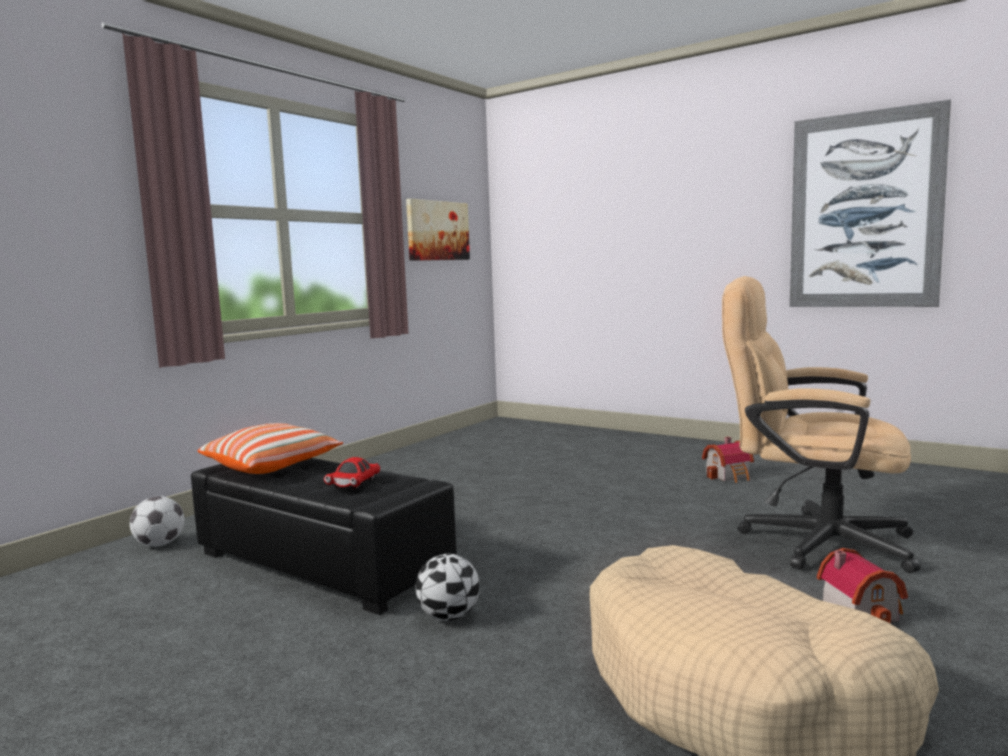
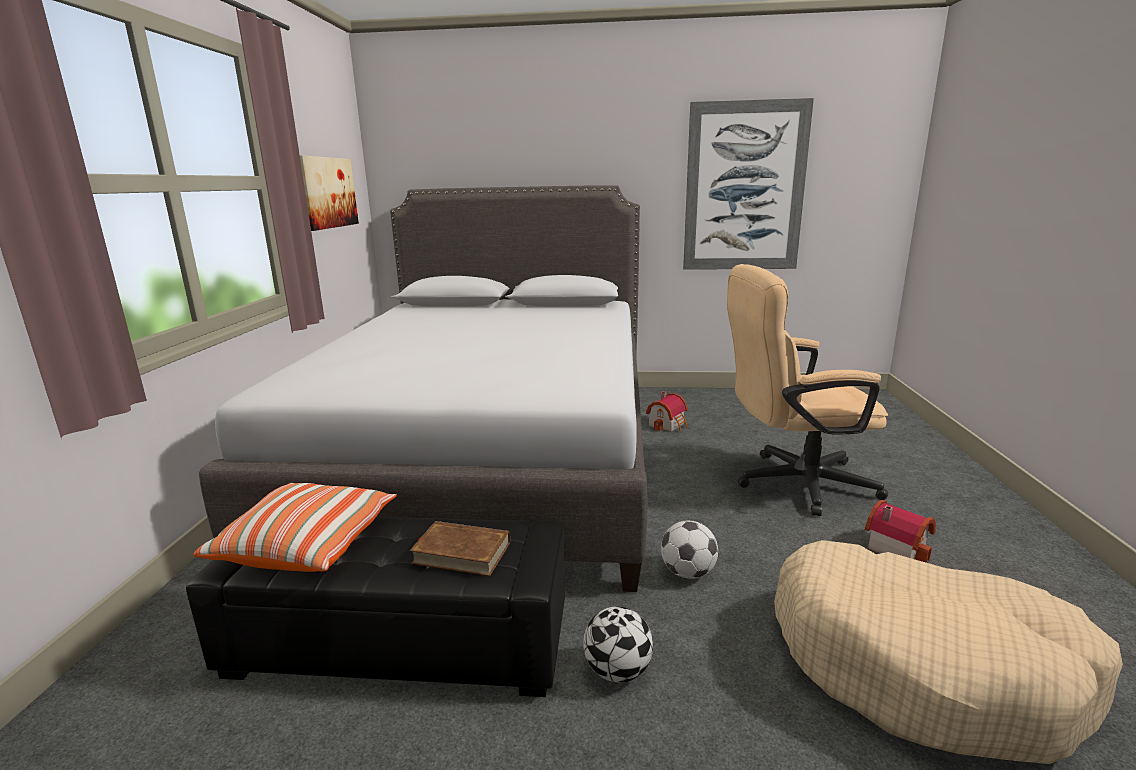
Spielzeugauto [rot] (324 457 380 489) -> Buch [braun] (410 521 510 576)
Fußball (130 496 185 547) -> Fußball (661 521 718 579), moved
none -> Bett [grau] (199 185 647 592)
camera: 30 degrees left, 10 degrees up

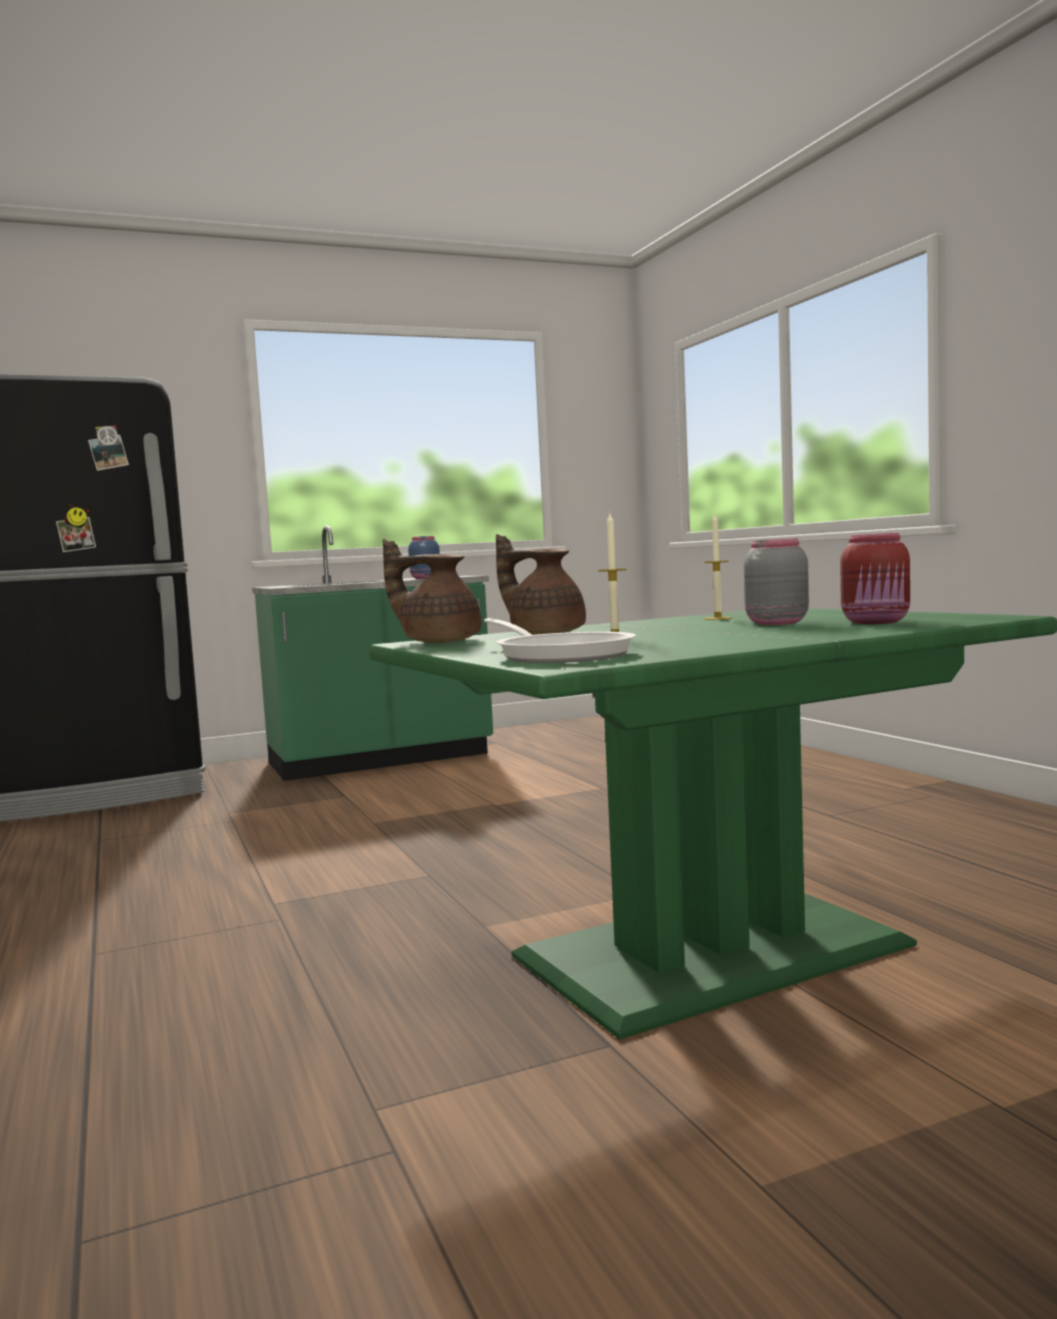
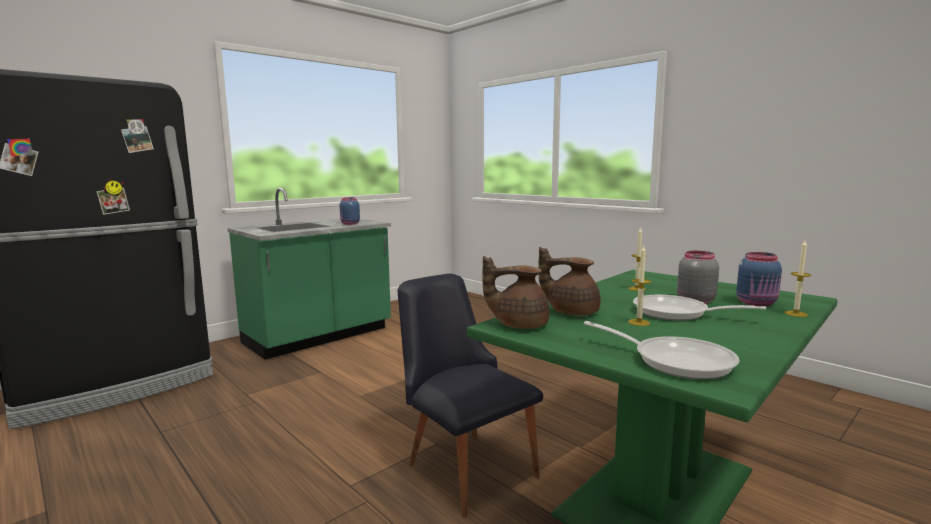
Vorratsglas [rot] (840 533 910 624) -> Vorratsglas [blau] (736 252 782 306)
none -> Kerze (784 241 811 317)
none -> Stuhl [schwarz] (398 274 543 518)
none -> Pfanne (633 295 766 321)
camera: 20 degrees left, 5 degrees up

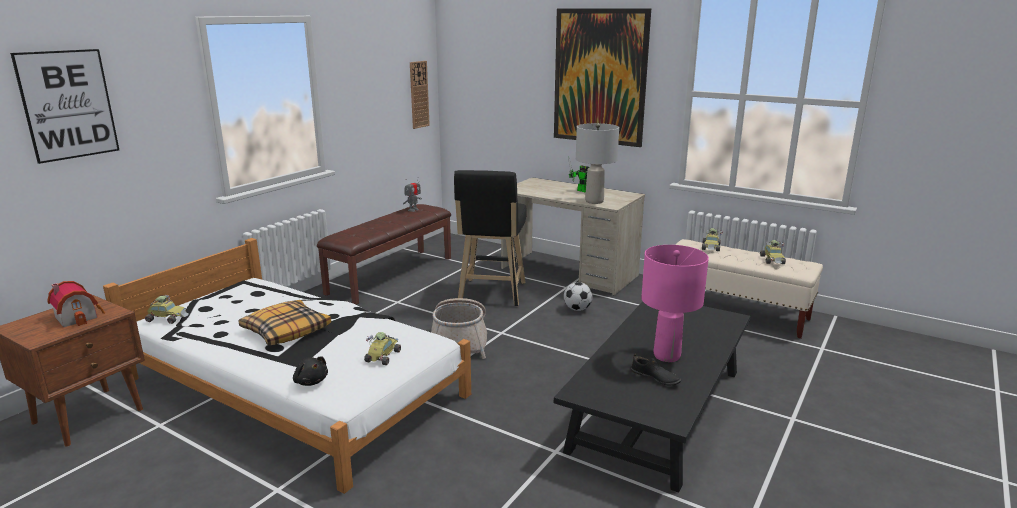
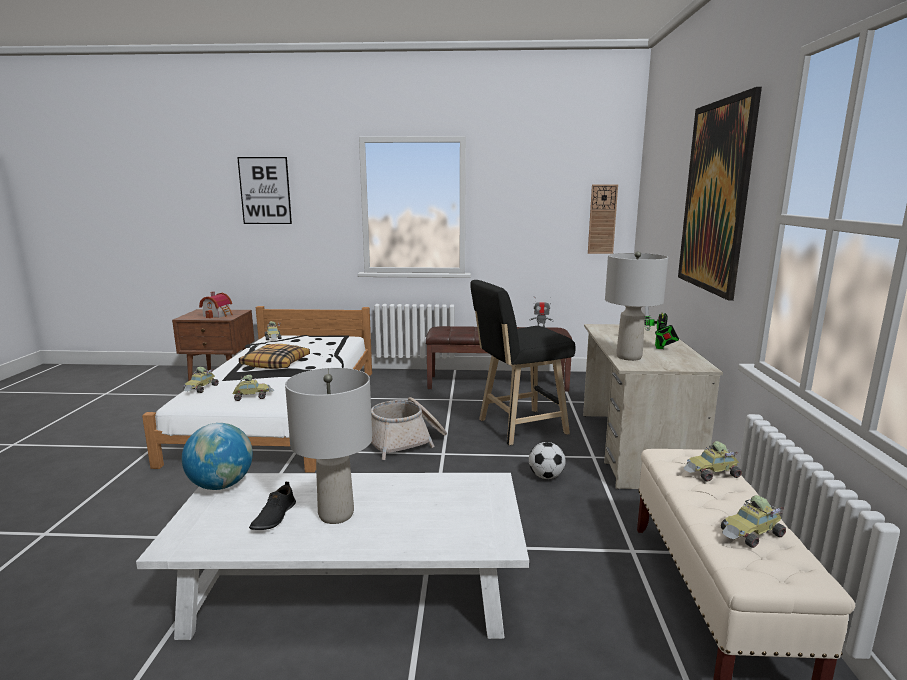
Tischlampe [rosa] (641 245 709 362) -> Tischlampe [grau] (285 368 372 524)
Couchtisch [schwarz] (554 301 750 492) -> Couchtisch [weiß] (136 473 529 640)
Plüschtier [schwarz] (293 356 328 386) -> Spielzeugauto (183 367 219 393)
none -> Globus (182 423 253 490)
camera: 60 degrees right, 5 degrees down

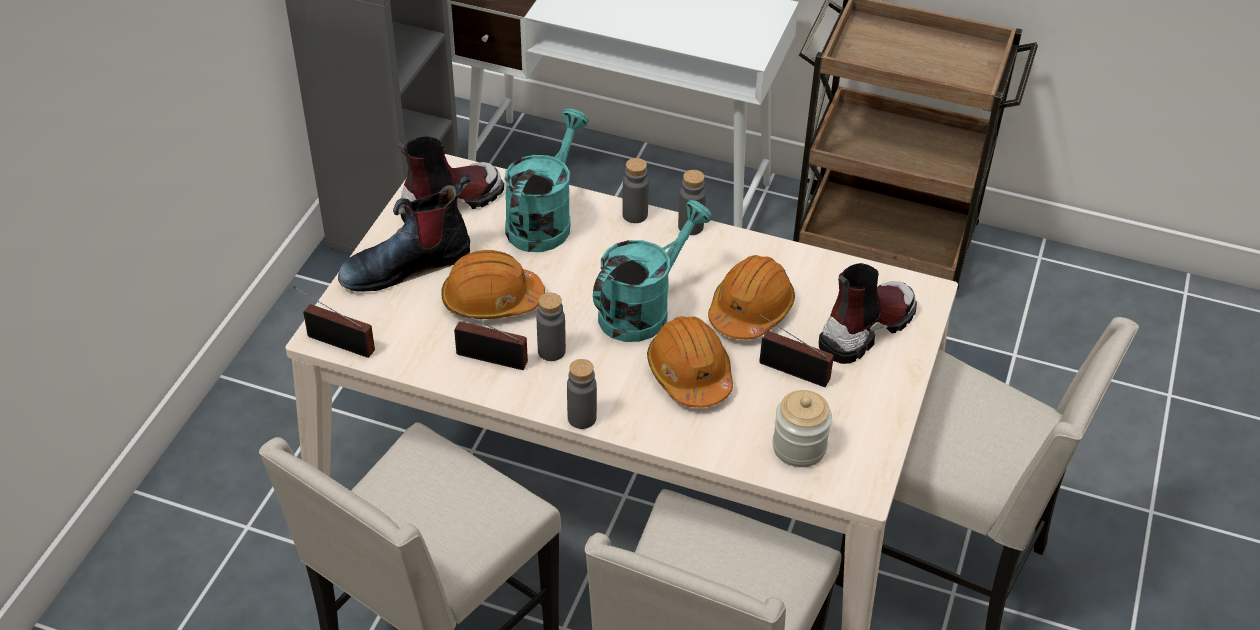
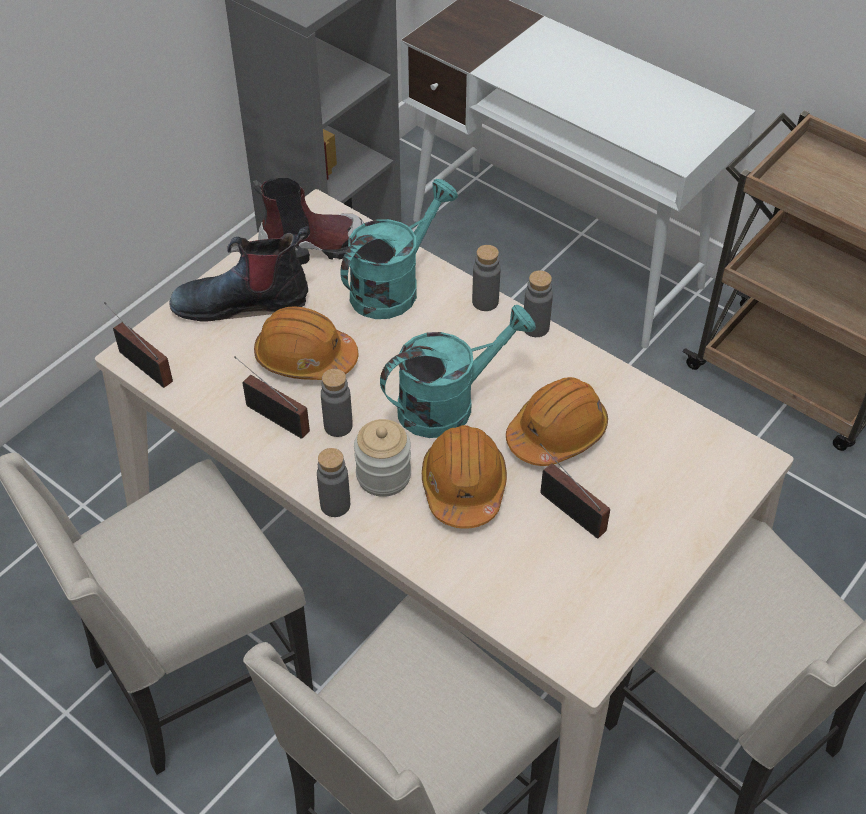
Stiefel (819 263 917 364) -> none
Vorratsglas (772 390 832 467) -> Vorratsglas (354 419 411 497), moved
camera: 20 degrees right, 5 degrees up

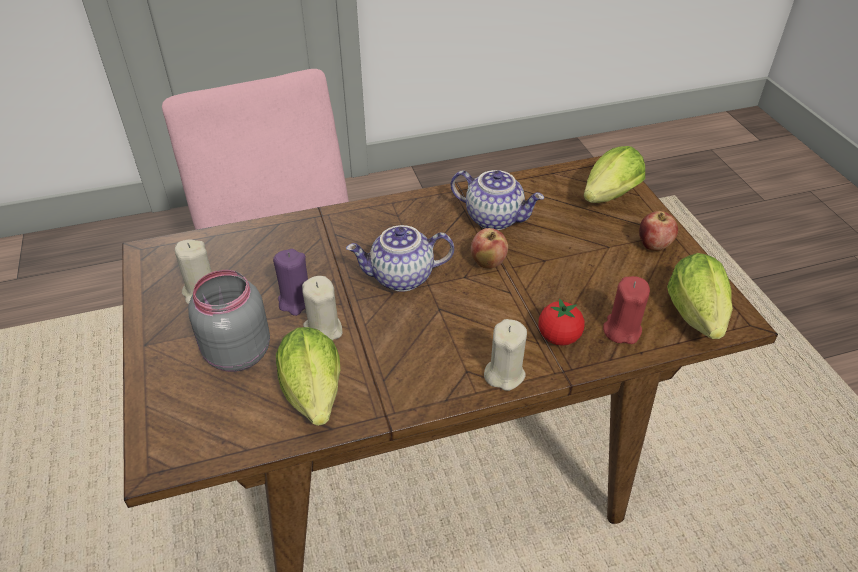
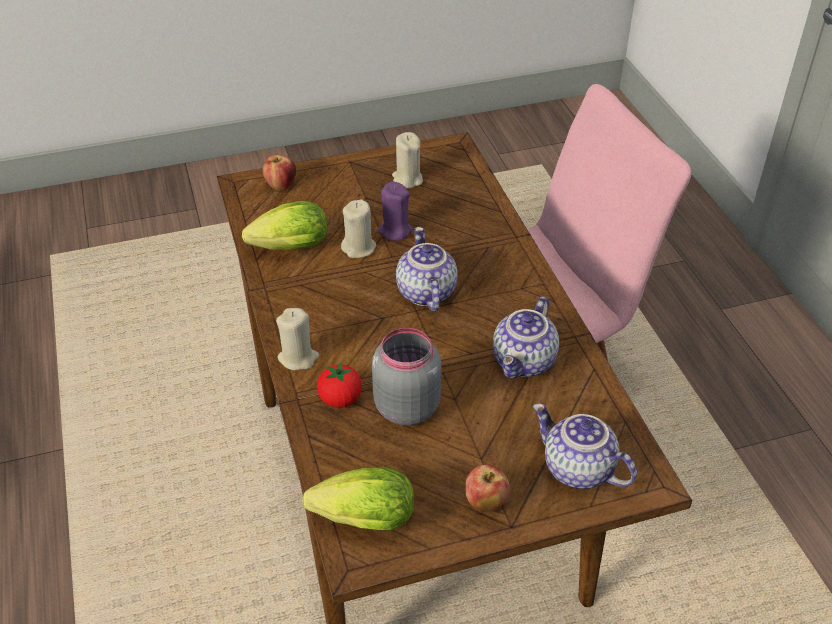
Salatkopf (584 146 645 203) -> Teekanne (533 404 637 489)
Apfel (471 228 508 269) -> Apfel (262 155 296 190), moved
Vorratsglas [grau] (188 270 270 372) -> Vorratsglas [grau] (372 328 441 426), moved
Kerze [rot] (603 276 650 344) -> none
camera: 90 degrees right, 0 degrees up

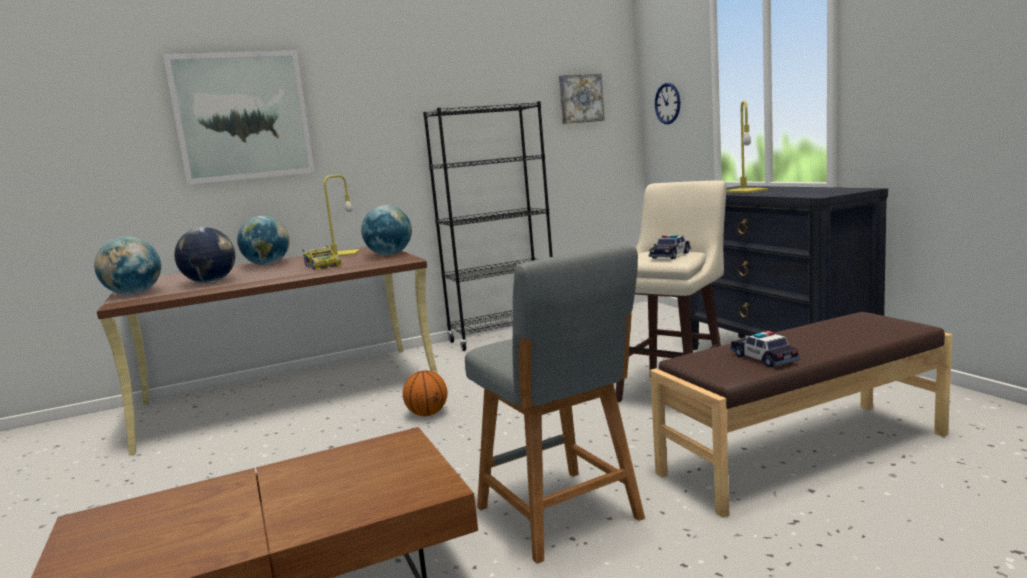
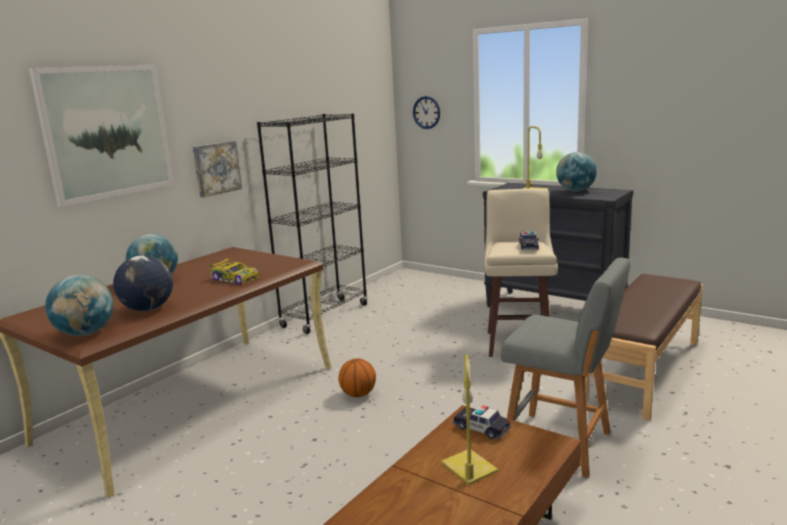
Bild (559 73 605 124) -> Bild (193 141 242 197), moved
Tischlampe [gelb] (324 175 360 256) -> Tischlampe [gelb] (441 354 498 485), moved
Globus (361 205 412 255) -> Globus (556 152 597 192), moved
Spielzeugauto (730 331 800 367) -> Spielzeugauto (453 405 511 439), moved
camera: 30 degrees left, 5 degrees up

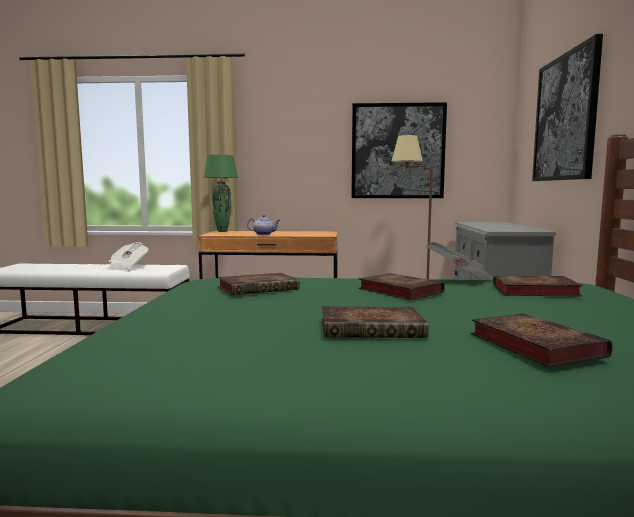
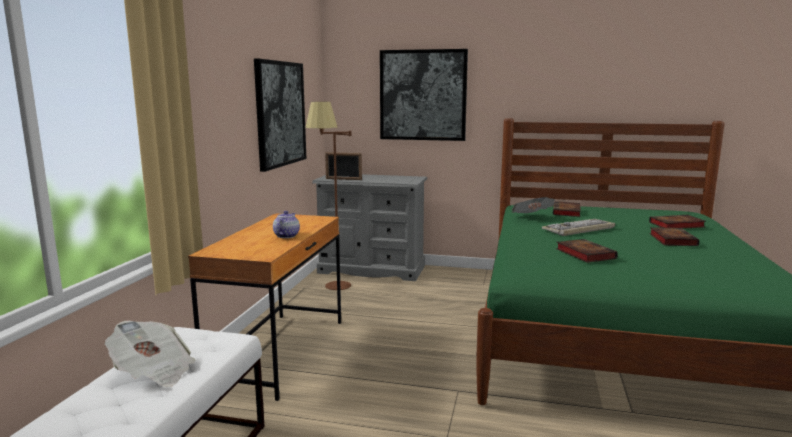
Tischlampe [grün] (203 155 238 232) -> none
Buch (359 273 444 300) -> Tastatur (542 219 615 236)
none -> Bilderrahmen (325 152 362 180)
camera: 80 degrees left, 5 degrees up

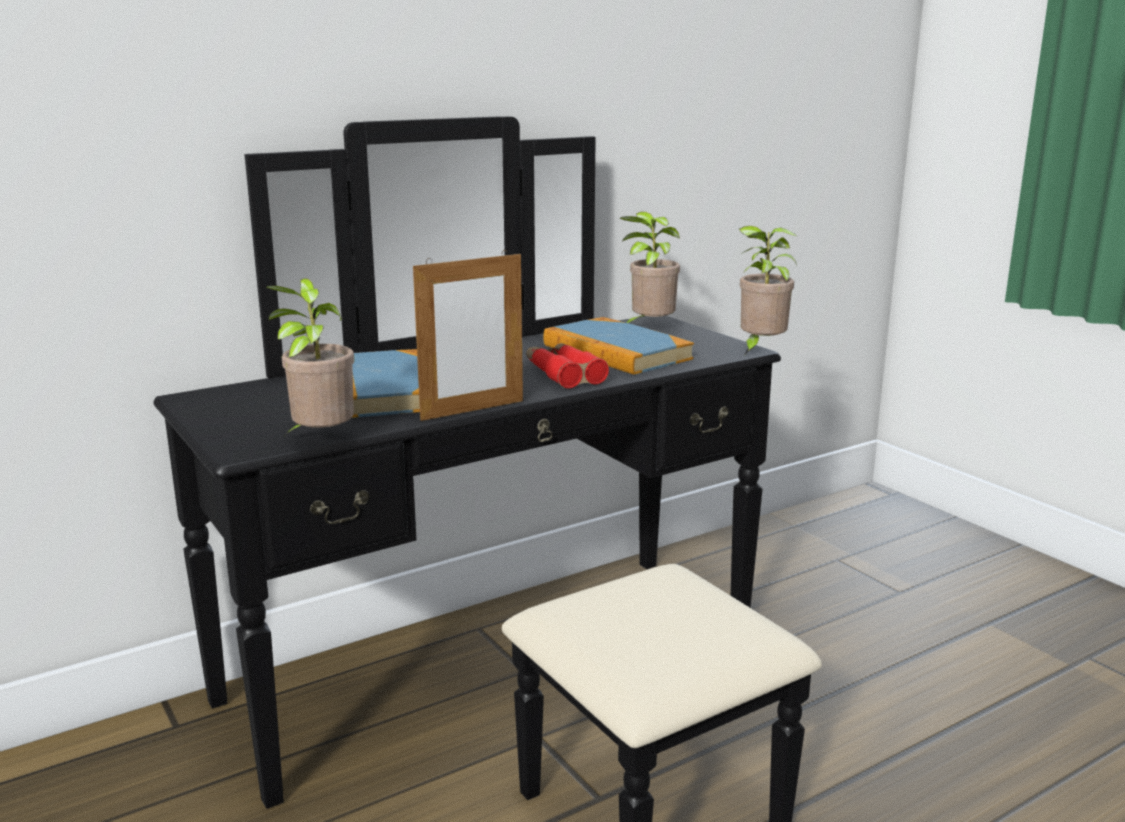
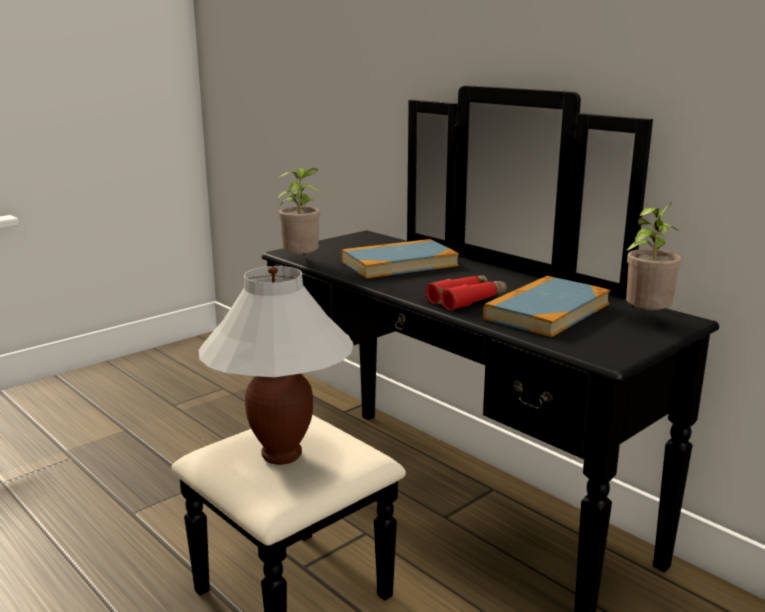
Topfpflanze (739 226 798 354) -> none
Bilderrahmen (413 250 523 421) -> none
none -> Tischlampe [weiß] (198 266 354 465)
camera: 80 degrees right, 0 degrees up

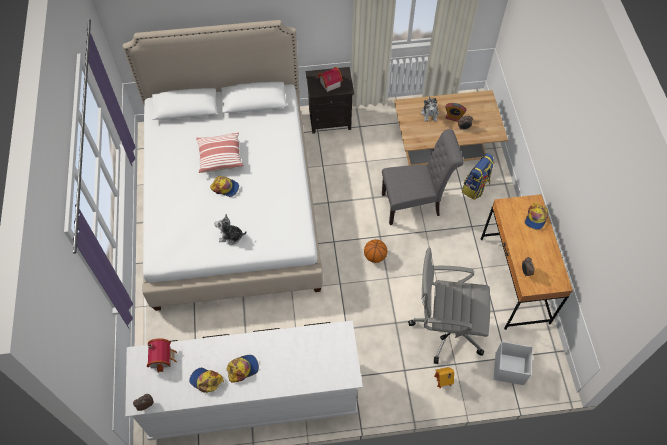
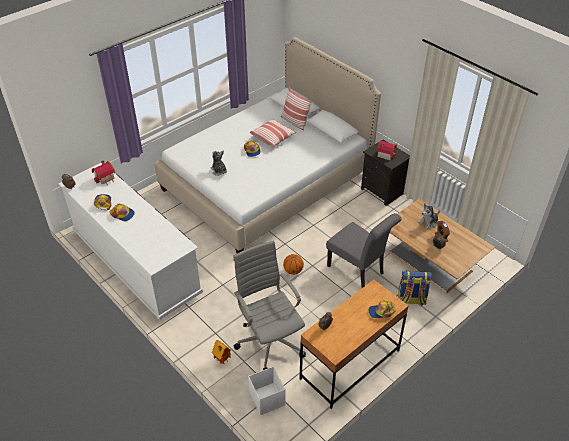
none -> Kissen (281 88 312 131)
camera: 55 degrees right, 15 degrees down

